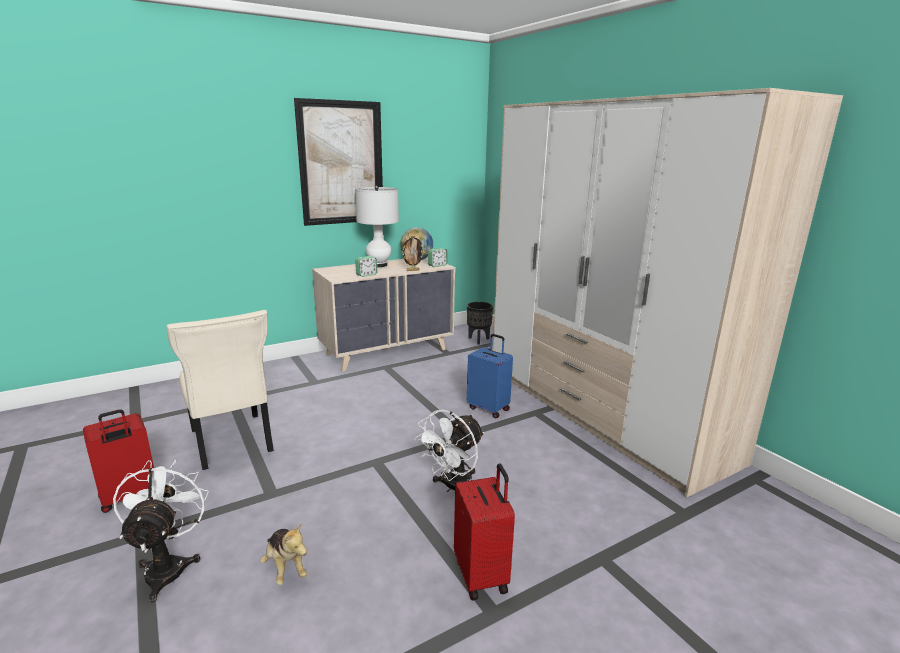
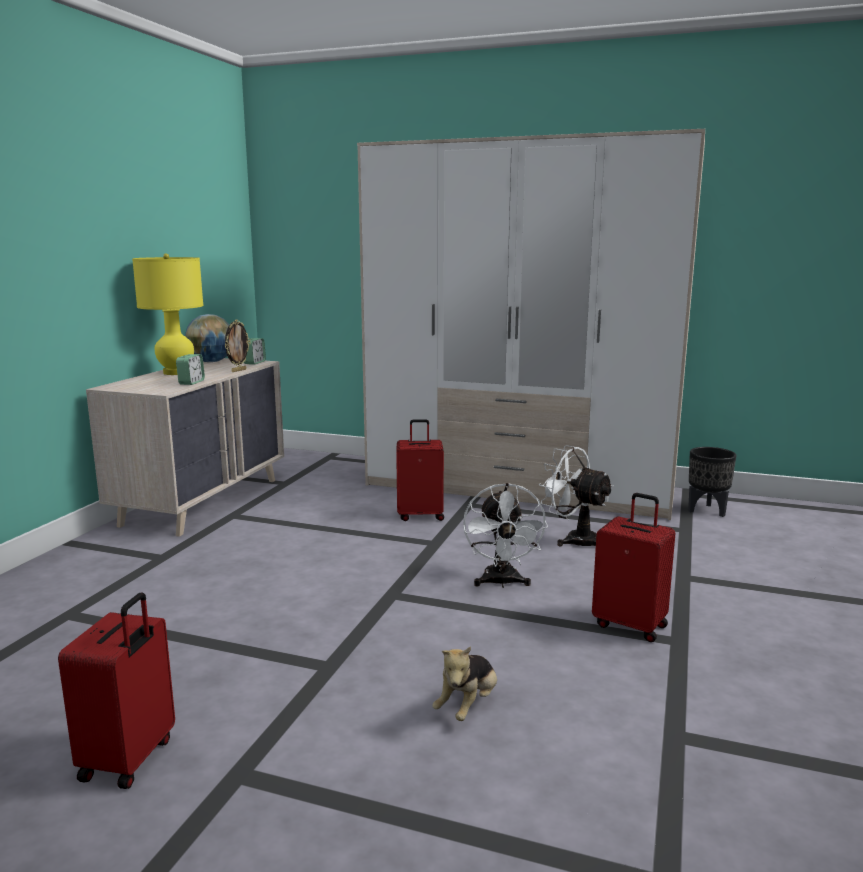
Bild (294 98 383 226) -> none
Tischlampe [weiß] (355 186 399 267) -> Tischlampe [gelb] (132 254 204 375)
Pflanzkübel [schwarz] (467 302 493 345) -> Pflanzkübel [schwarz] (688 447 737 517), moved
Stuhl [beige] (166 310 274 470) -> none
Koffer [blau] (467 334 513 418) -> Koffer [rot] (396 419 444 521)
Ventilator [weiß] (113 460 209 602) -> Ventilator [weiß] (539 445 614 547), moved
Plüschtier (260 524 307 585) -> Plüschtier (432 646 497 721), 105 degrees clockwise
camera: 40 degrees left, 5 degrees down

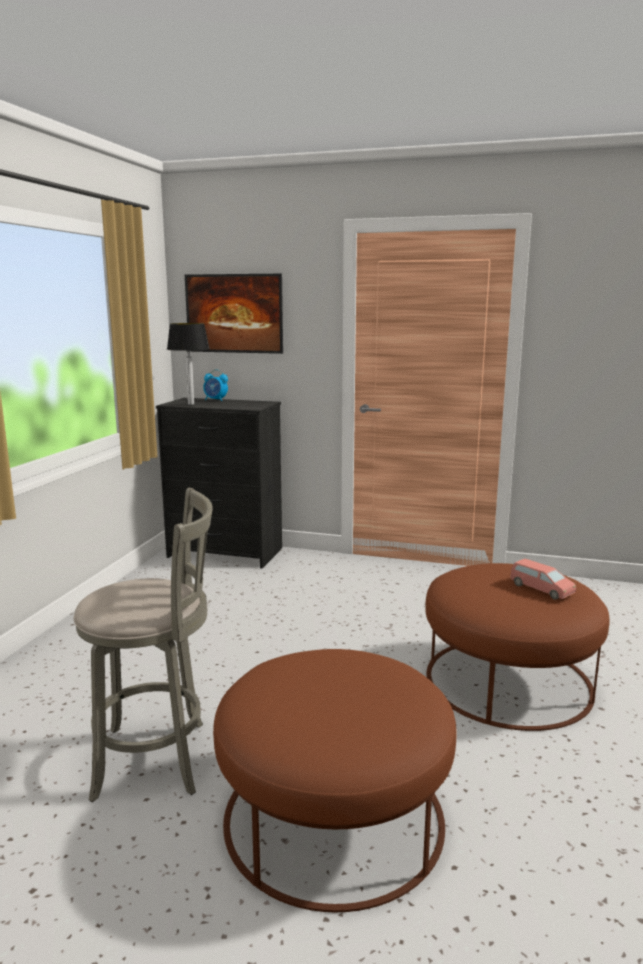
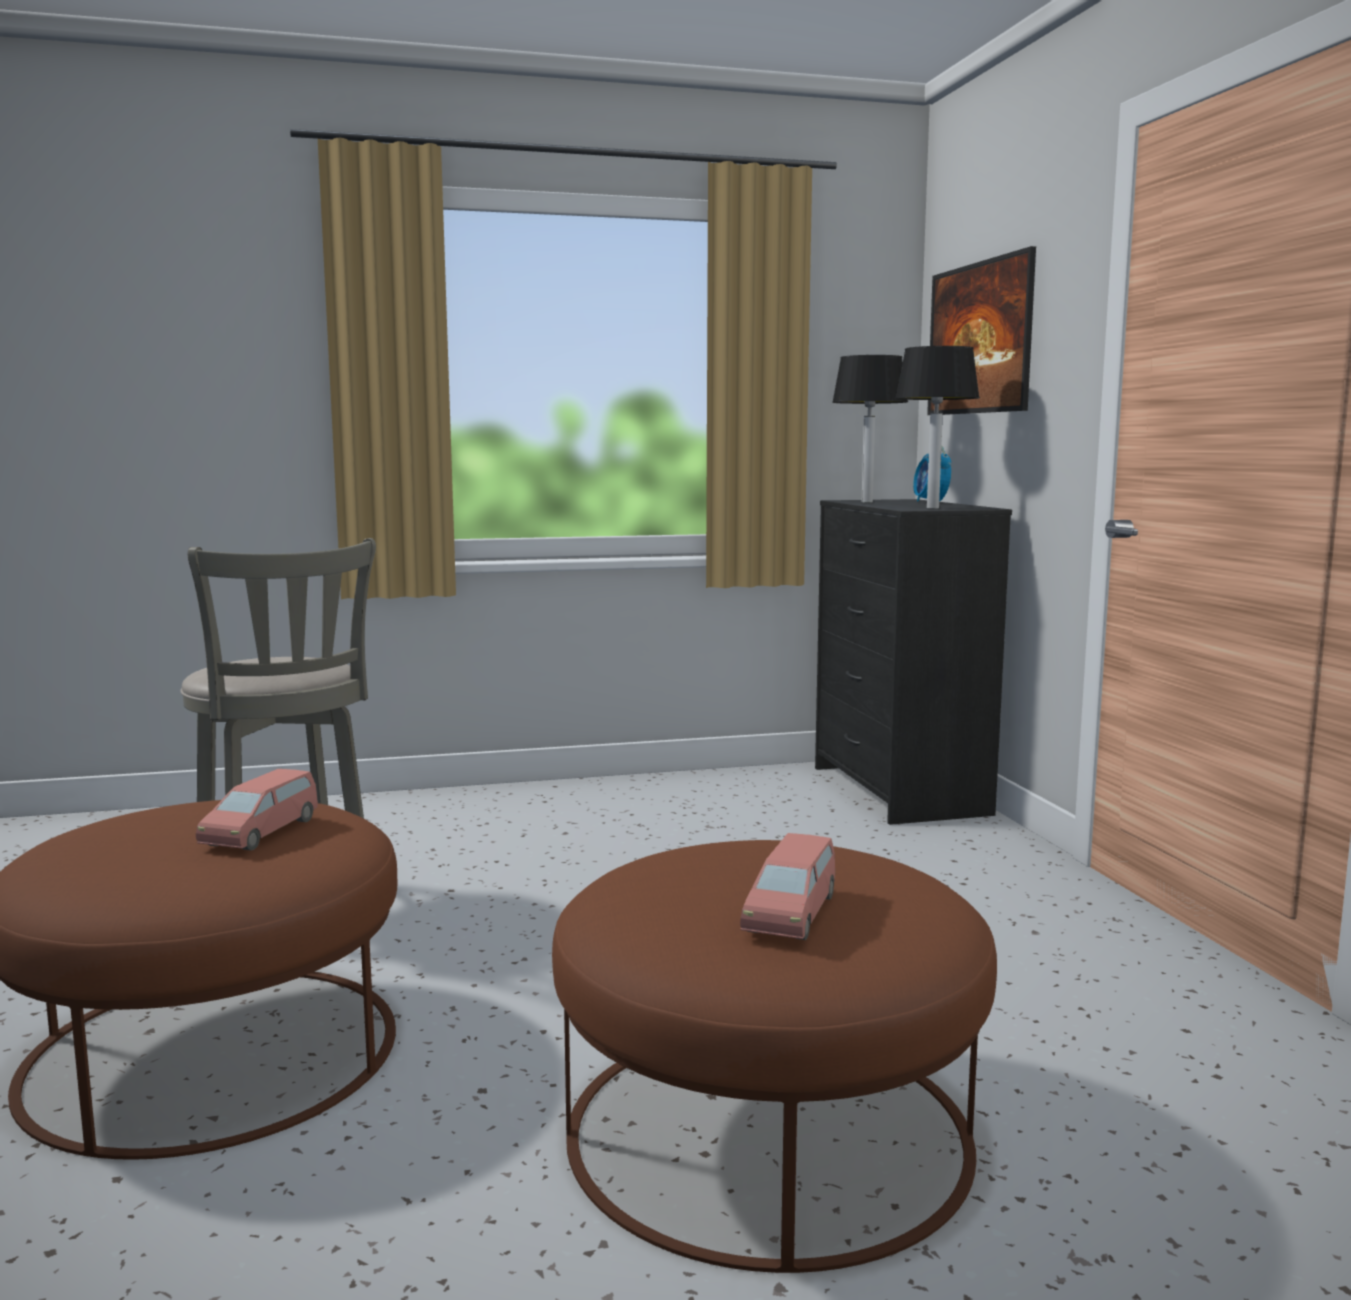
none -> Tischlampe (895 346 980 509)
none -> Spielzeugauto [rosa] (196 769 318 850)
camera: 60 degrees right, 5 degrees down

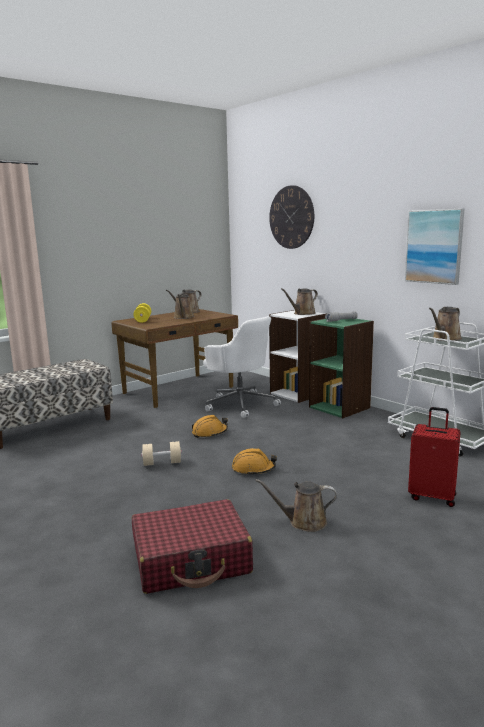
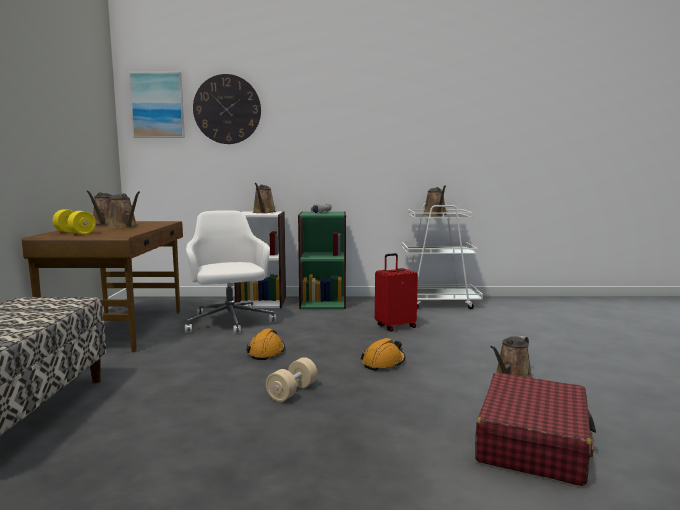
Bild (405 209 464 285) -> Bild (129 72 185 138), moved
Bürostuhl [weiß] (203 316 281 418) -> Bürostuhl [weiß] (185 210 276 334), 105 degrees counterclockwise
Koffer [rot] (408 407 461 507) -> Koffer [rot] (375 253 418 332), moved
camera: 50 degrees left, 5 degrees down

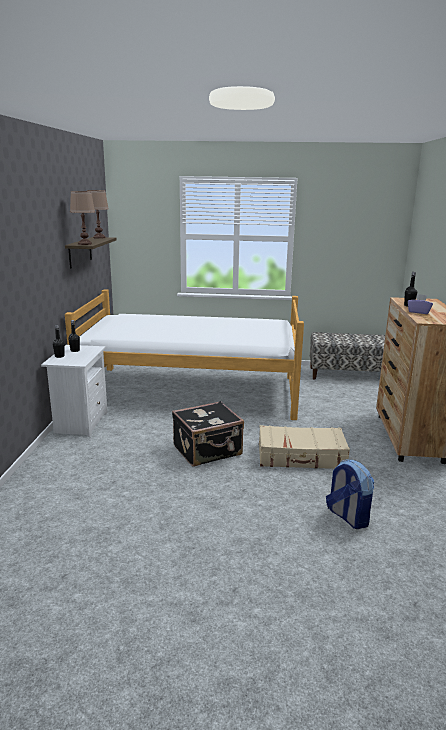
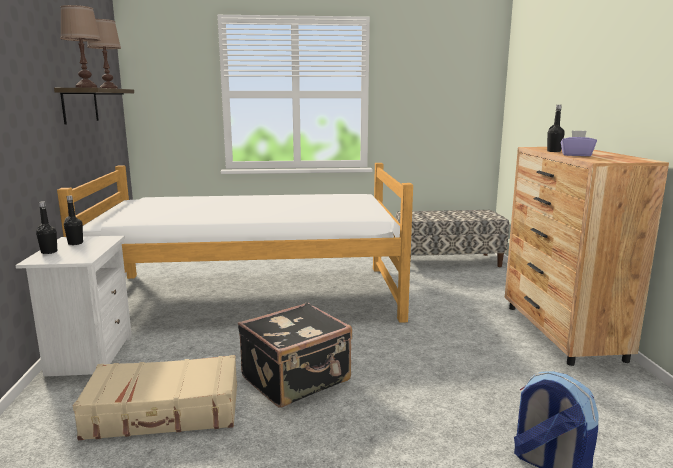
Koffer [beige] (259 425 350 469) -> Koffer [beige] (73 355 237 440), moved
camera: 10 degrees left, 5 degrees down

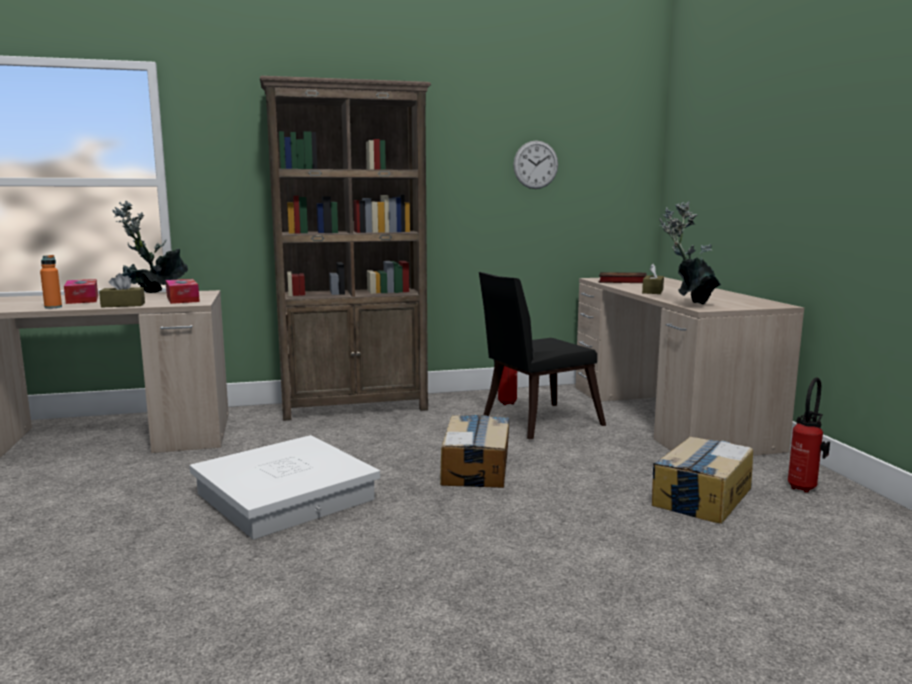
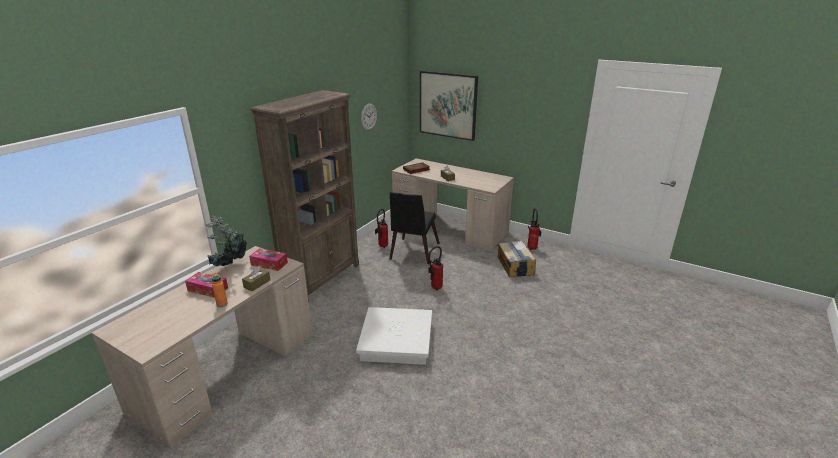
Topfpflanze (659 201 721 305) -> none
Karton (440 415 509 488) -> Feuerlöscher (429 246 443 290)
none -> Bild (420 71 478 141)
camera: 45 degrees left, 15 degrees up

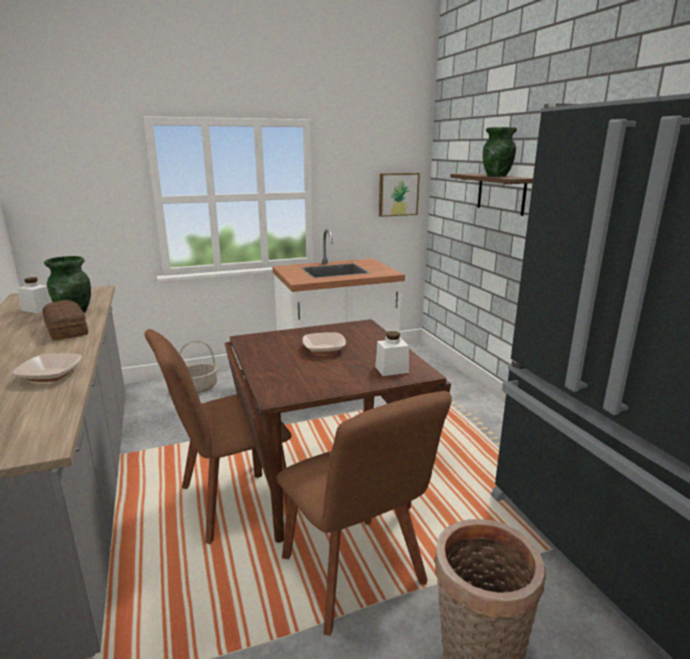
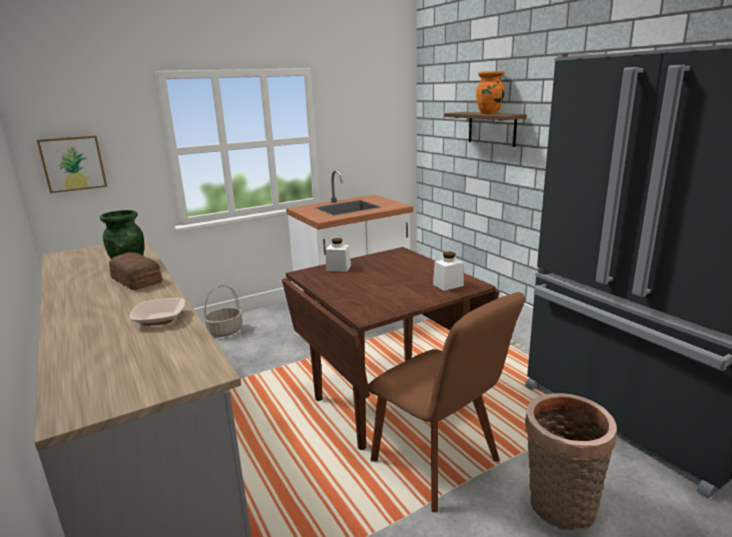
Vase [grün] (483 127 517 177) -> Vase [orange] (476 71 505 114)
Bild (379 173 420 217) -> Bild (37 135 107 193), moved
Vorratsglas [weiß] (18 277 52 313) -> Vorratsglas [weiß] (326 238 351 272), moved
Stuhl [braun] (145 329 292 544) -> none
Schüssel (303 332 346 354) -> none
camera: 10 degrees left, 0 degrees up

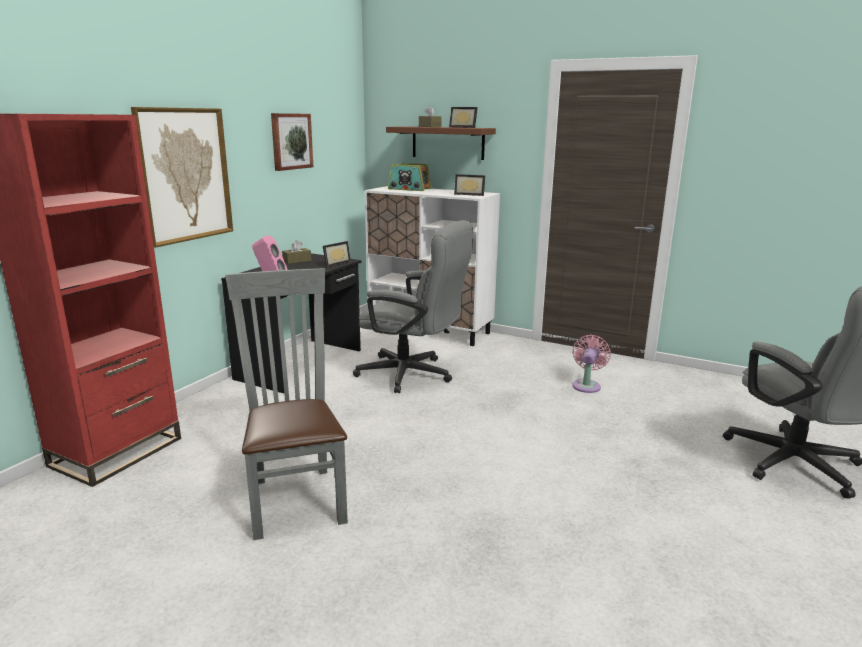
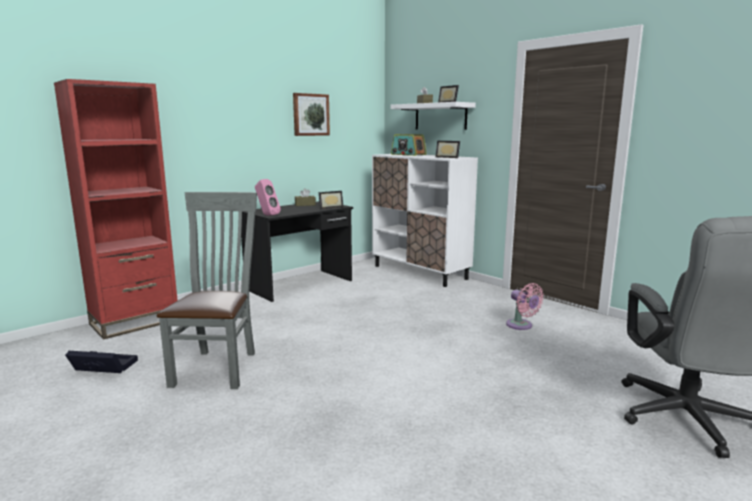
Bild (131 107 233 248) -> none
Wandregal [braun] (386 126 496 160) -> Wandregal [weiß] (391 102 476 130)
Bürostuhl [grau] (353 220 473 393) -> none
Ventilator [rosa] (572 335 611 393) -> Ventilator [rosa] (506 283 544 330), 105 degrees clockwise
none -> Aufbewahrungsbox [schwarz] (65 351 138 373)
camera: 20 degrees right, 5 degrees down

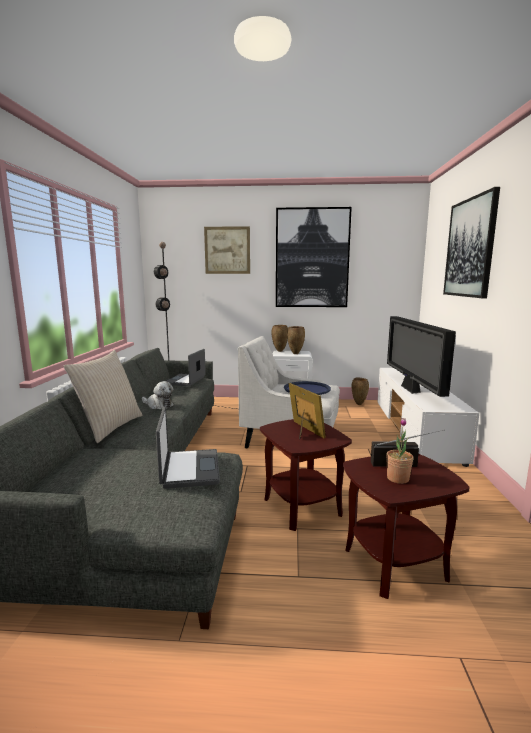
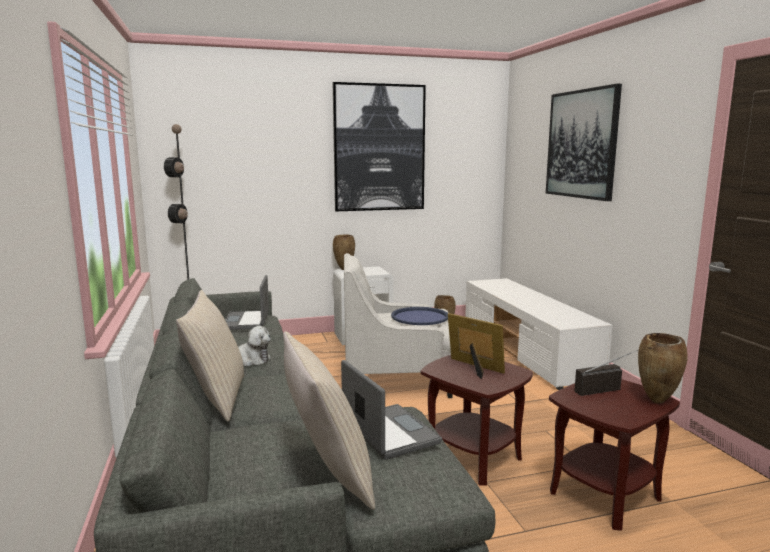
Bild (204 226 250 274) -> none
Fernseher (387 316 456 397) -> none
Vase [braun] (287 326 305 354) -> Vase [braun] (638 333 688 404), moved
Topfpflanze (386 418 414 484) -> none
none -> Kissen [beige] (283 331 375 510)
camera: 20 degrees left, 0 degrees up

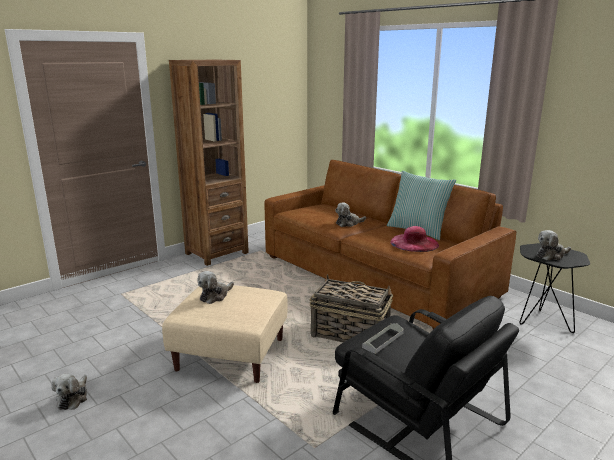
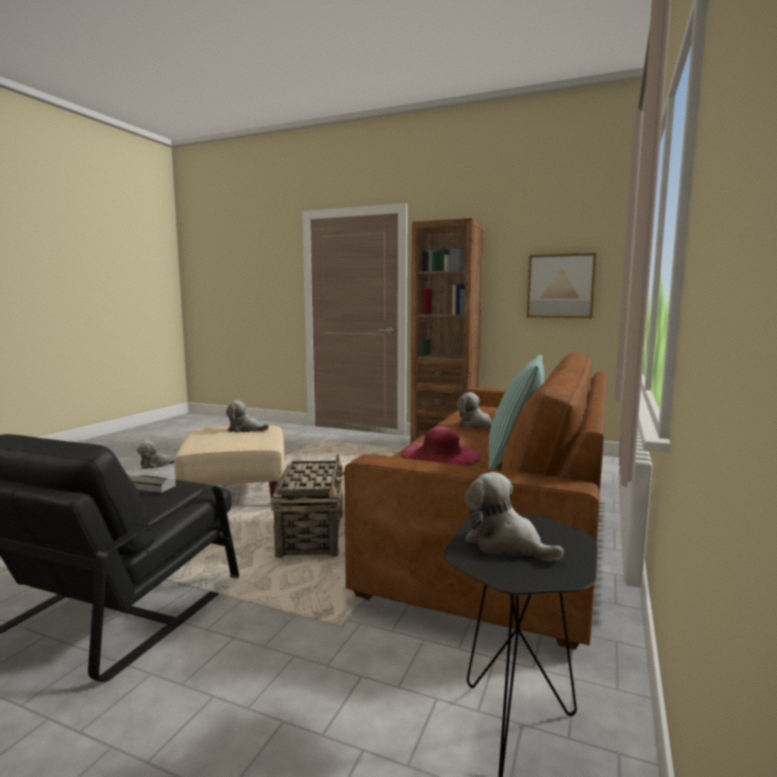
none -> Bild (527 253 596 318)
camera: 65 degrees right, 10 degrees down

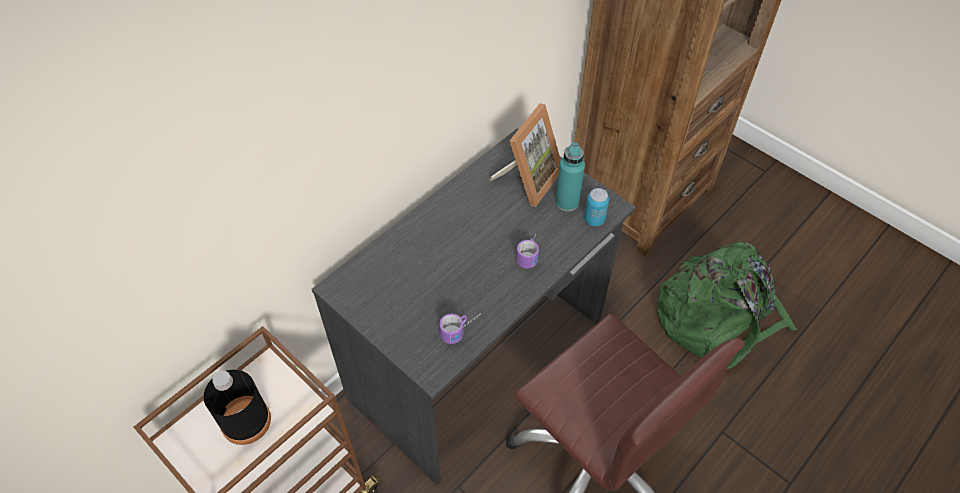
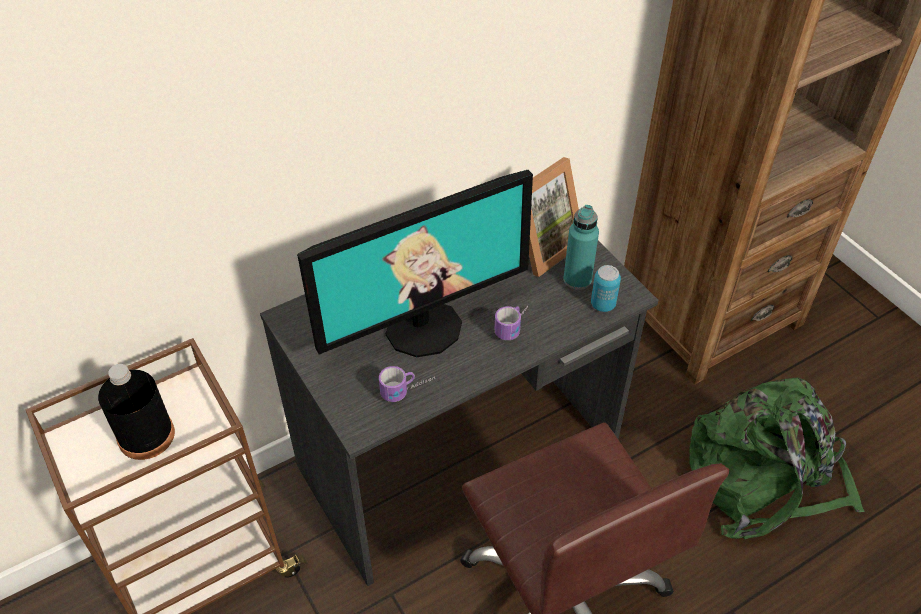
none -> Monitor (297 170 533 357)
camera: 15 degrees right, 5 degrees down

